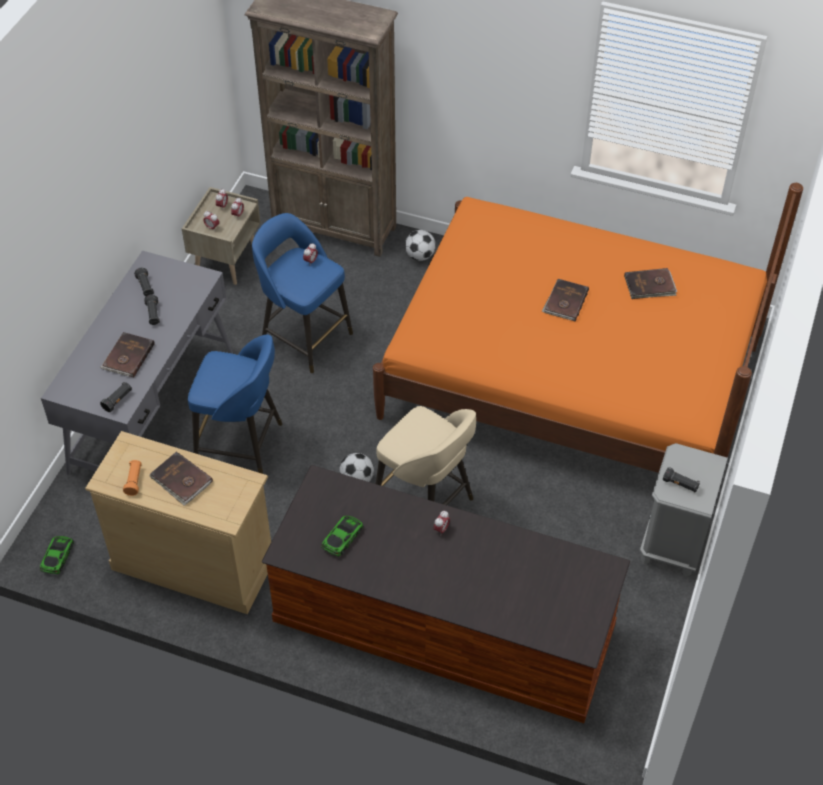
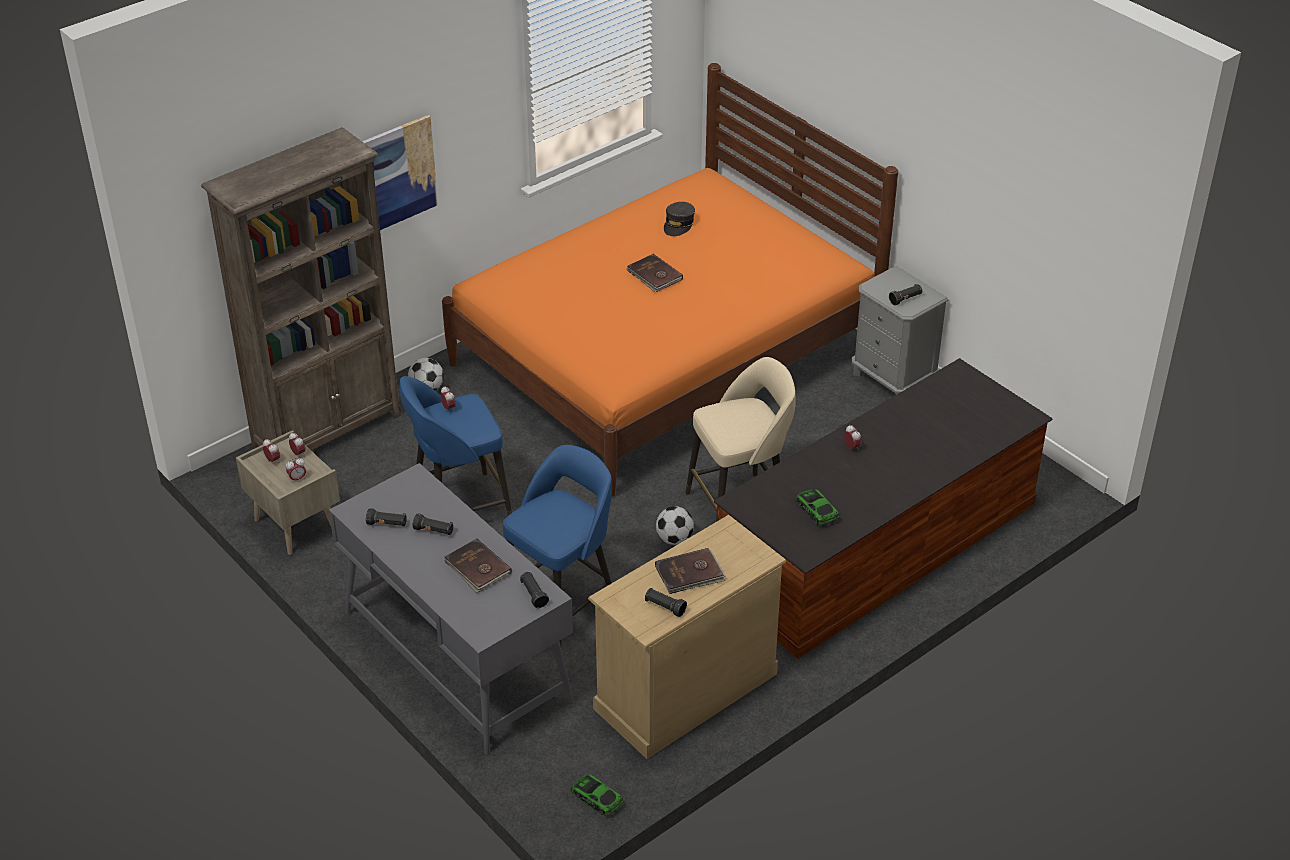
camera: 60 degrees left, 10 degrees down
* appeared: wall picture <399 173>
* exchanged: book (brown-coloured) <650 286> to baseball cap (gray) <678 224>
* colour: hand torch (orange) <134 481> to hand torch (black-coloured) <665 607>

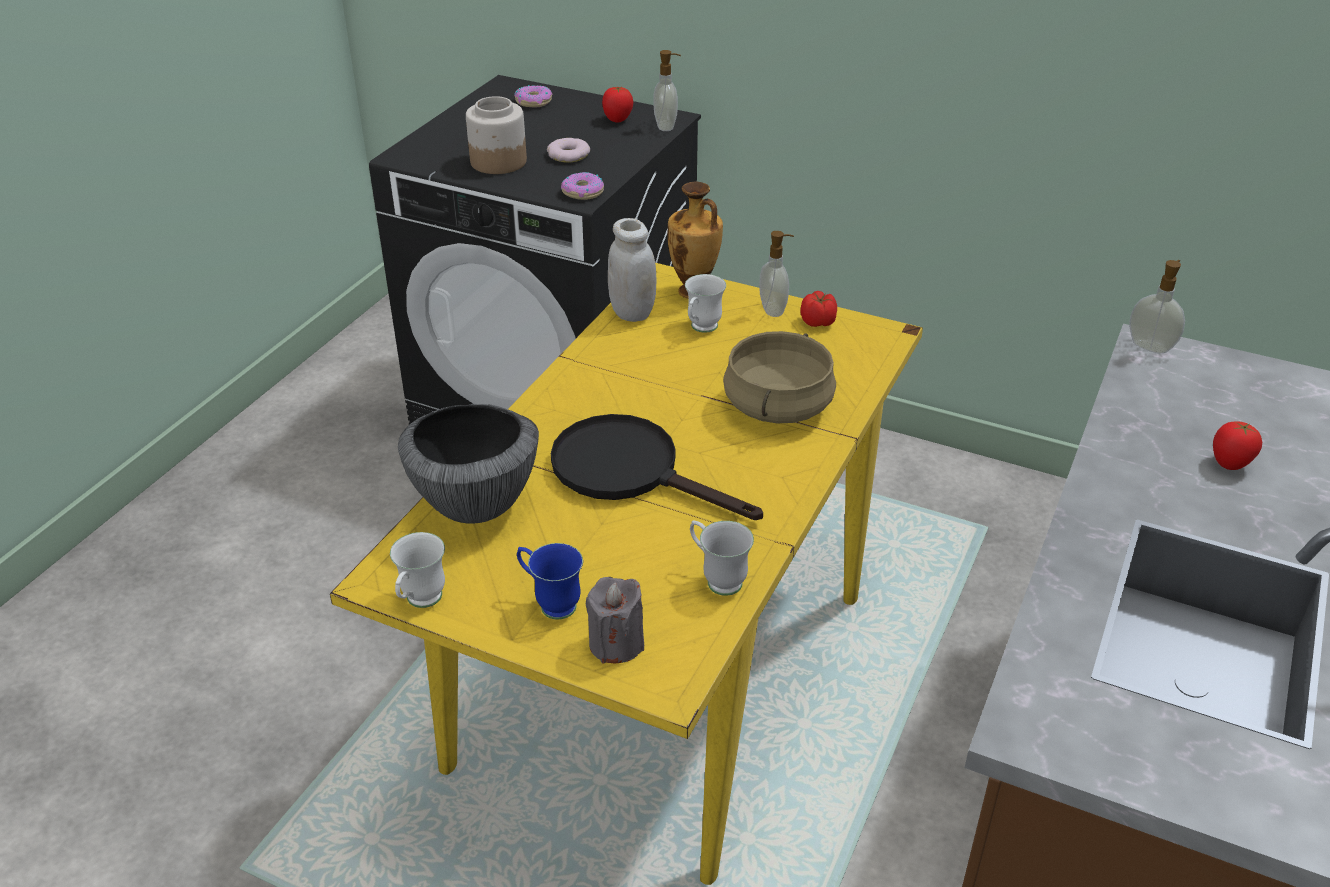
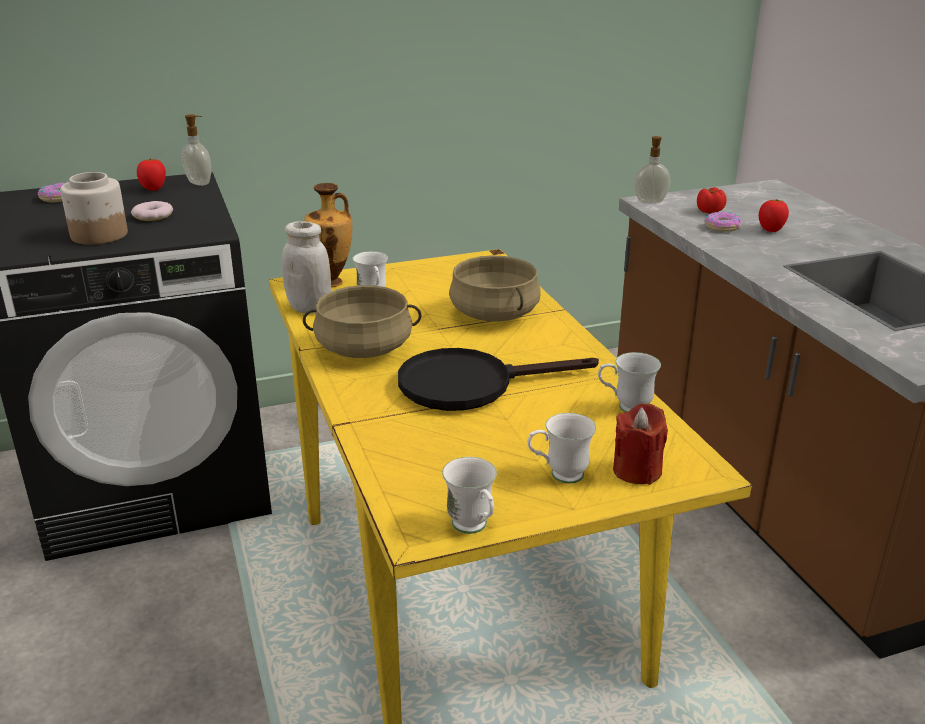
camera: 45 degrees left, 10 degrees down
* missing: serving bowl <476 504>
* missing: soap dispenser <774 310>
* appeared: saucepot (sand-coloured) <363 349>
* relocated: donut <582 192> to <722 227>
* relocated: fresh tomato <818 322> to <710 211>
* colour: tea mug (blue) <550 603> to tea mug (white-coloured) <558 475>
* colour: wax light (gray) <616 643> to wax light (red) <637 470>

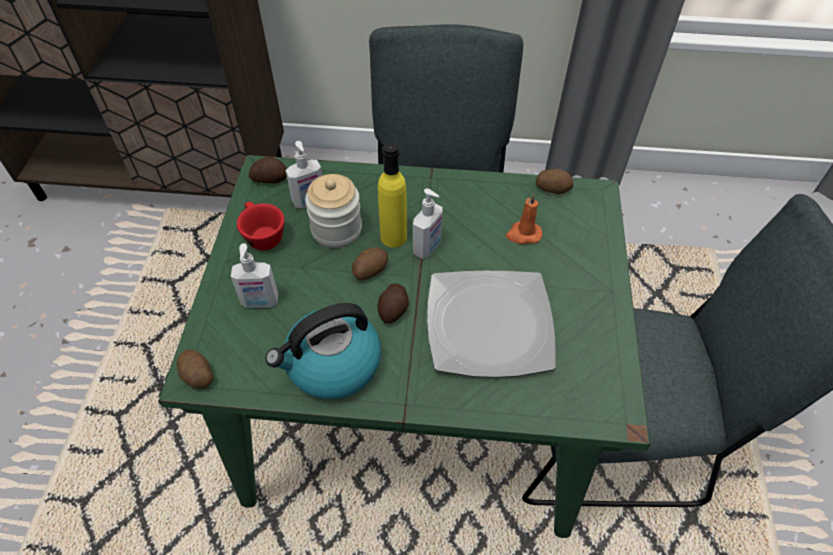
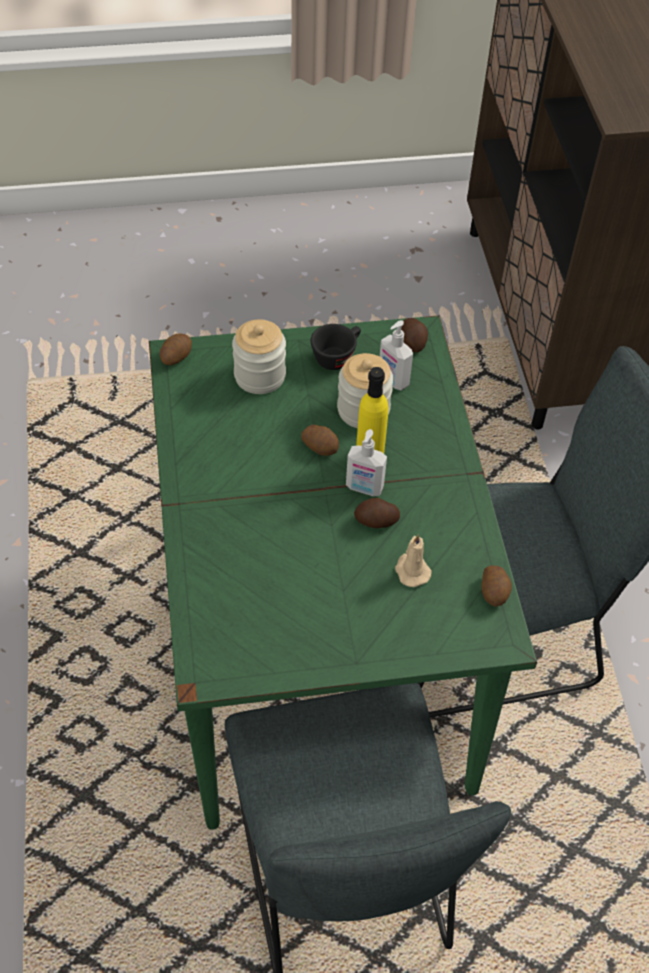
camera: 75 degrees right, 0 degrees up
* missing: kettle <332 365>
* missing: flat dish <490 326>
* relocated: whole potato <394 309> to <376 521>
* exchanged: soap dispenser <260 302> to storage jar <260 376>
* colour: small cup (red) <262 235> to small cup (black-coloured) <337 356>
* colour: wax light (orange) <523 234> to wax light (sand-coloured) <411 570>

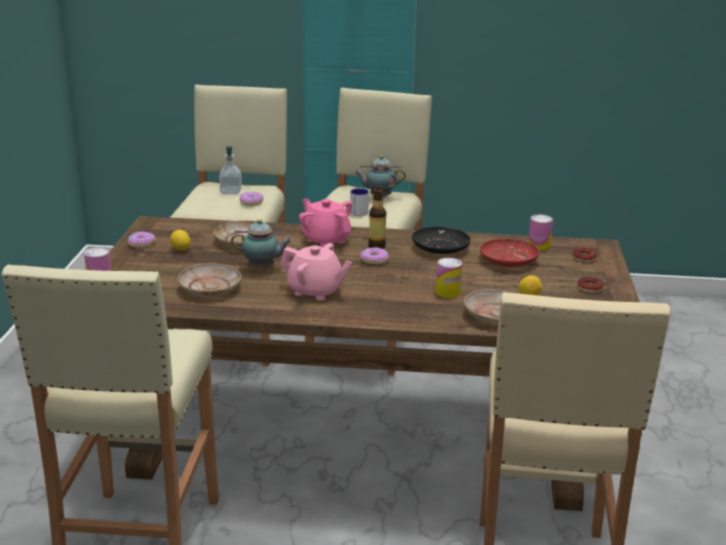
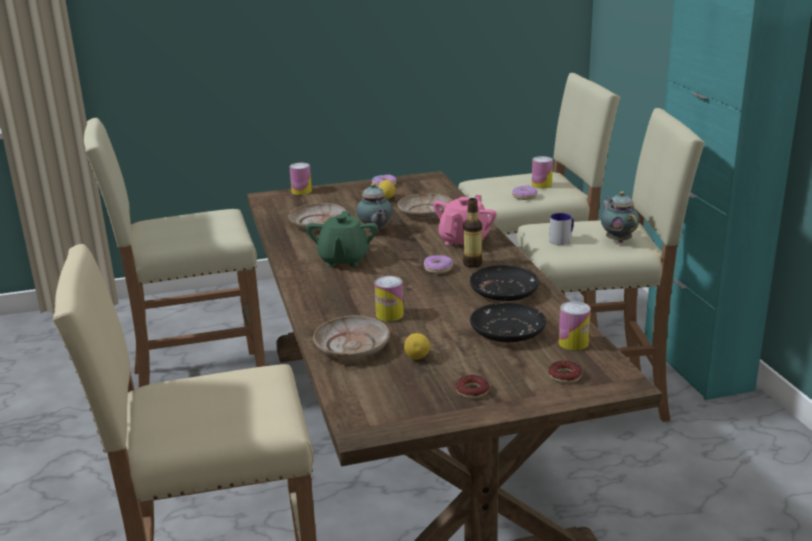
camera: 70 degrees right, 0 degrees up
* exchanged: soap dispenser <231 192> to can <541 185>
* colour: pot for tea (pink-coloured) <315 291> to pot for tea (greenish) <343 260>
* colour: flat dish (red) <508 260> to flat dish (black-coloured) <507 332>

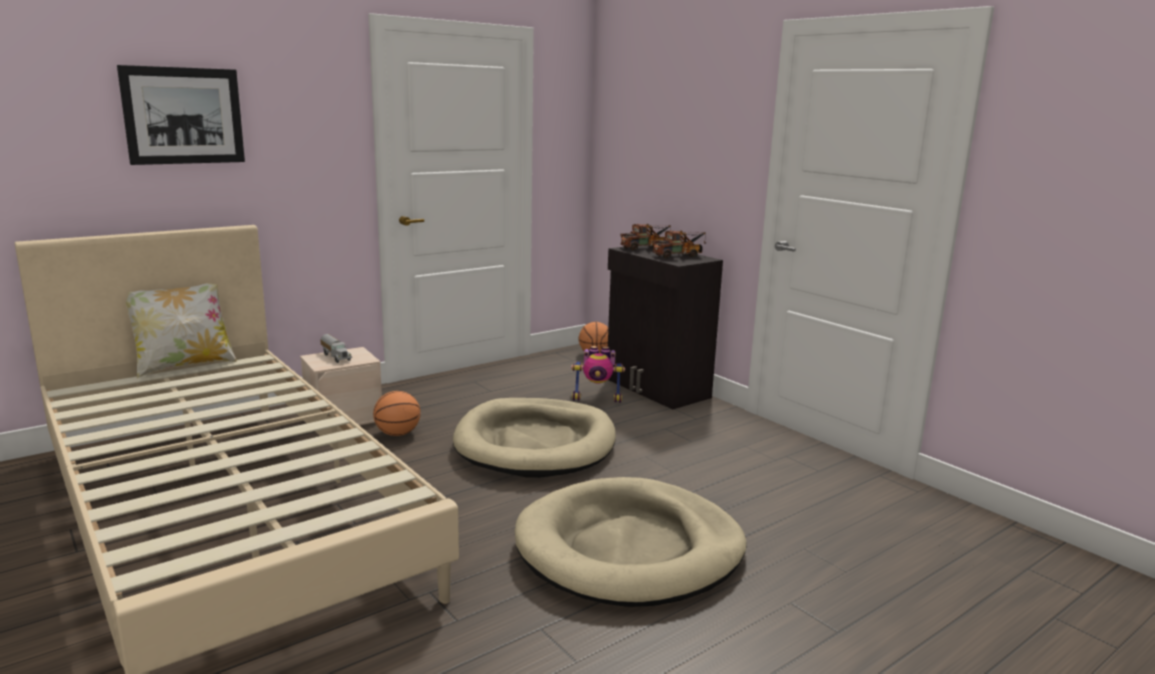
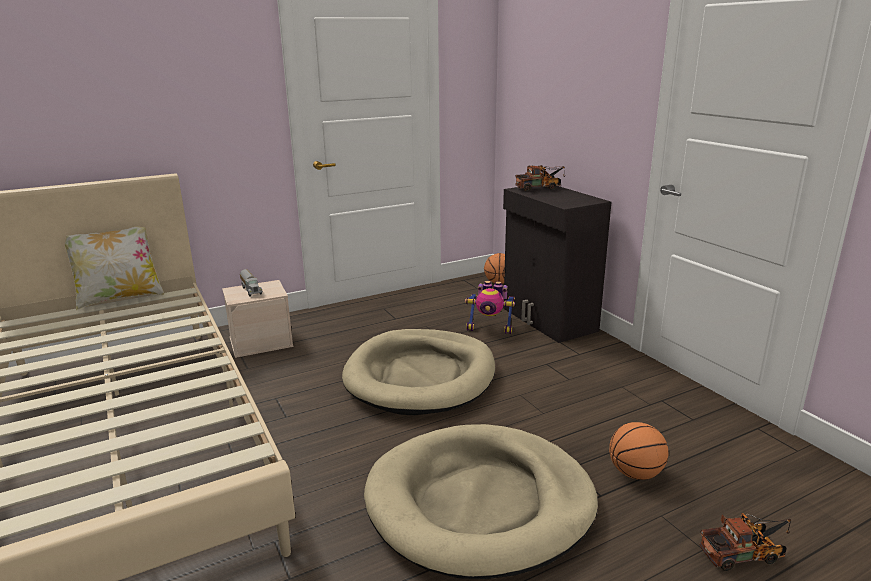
camera: 10 degrees right, 5 degrees up
* missing: wall picture <183 116>
* relocated: basketball <397 434> to <635 473>
* relocated: model truck <680 256> to <745 554>

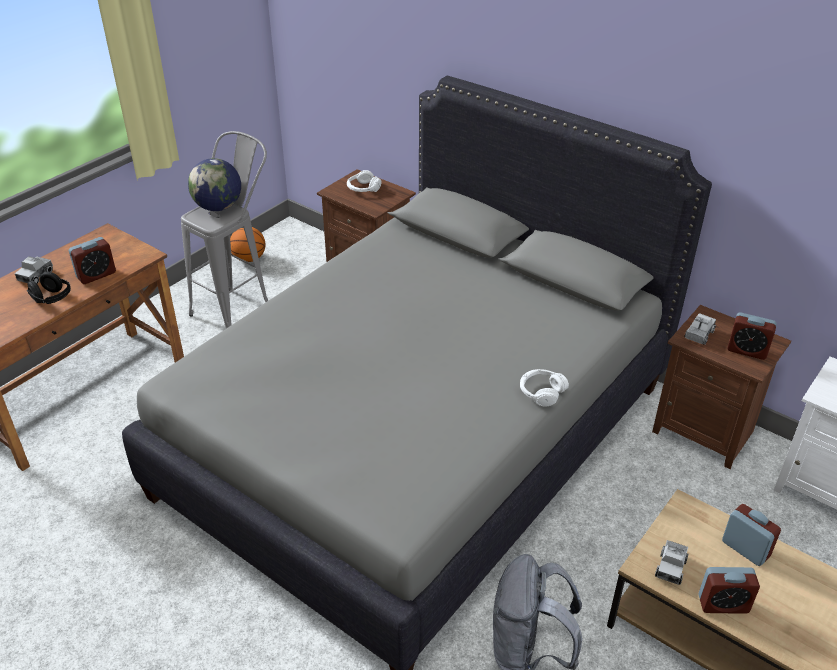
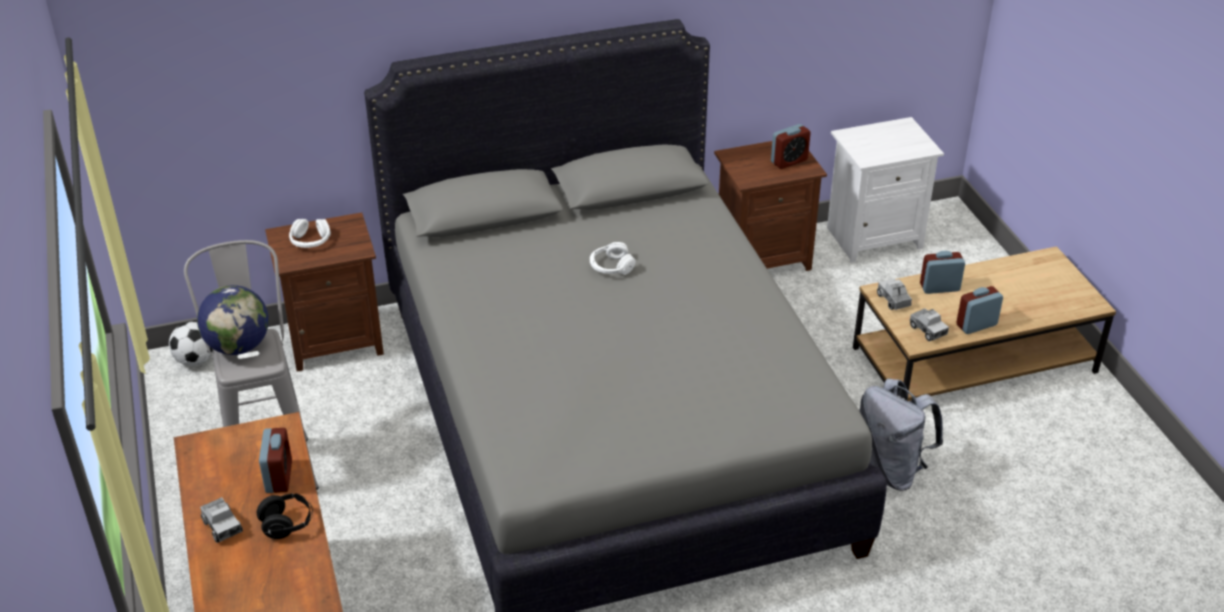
camera: 55 degrees left, 0 degrees up
* missing: basketball <249 259>
* appeared: football ball <195 360>
* relocated: pair of headphones (white-coloured) <541 392> to <611 267>
* relocated: model truck <699 335> to <893 300>
* spun: bedside clock <723 604> = <976 325> 150 degrees counterclockwise

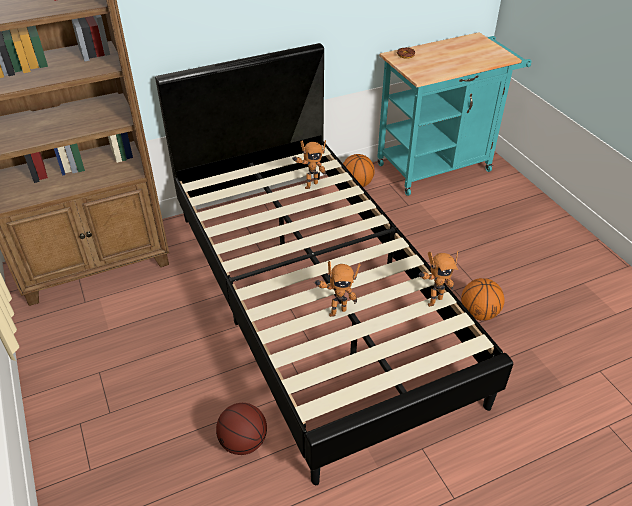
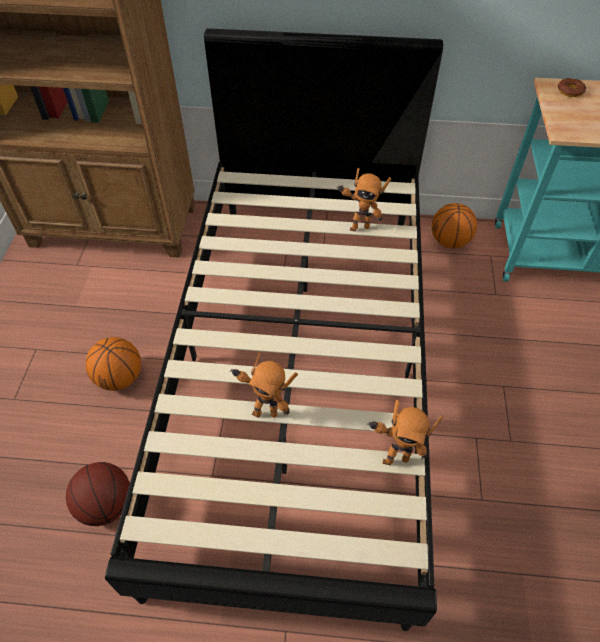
camera: 30 degrees right, 10 degrees up
* relocated: basketball <478 313> to <119 378>

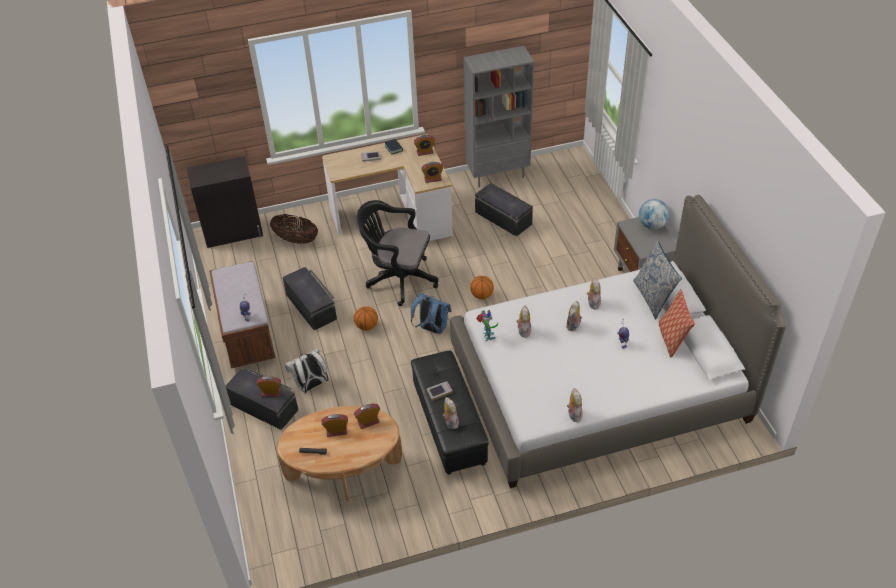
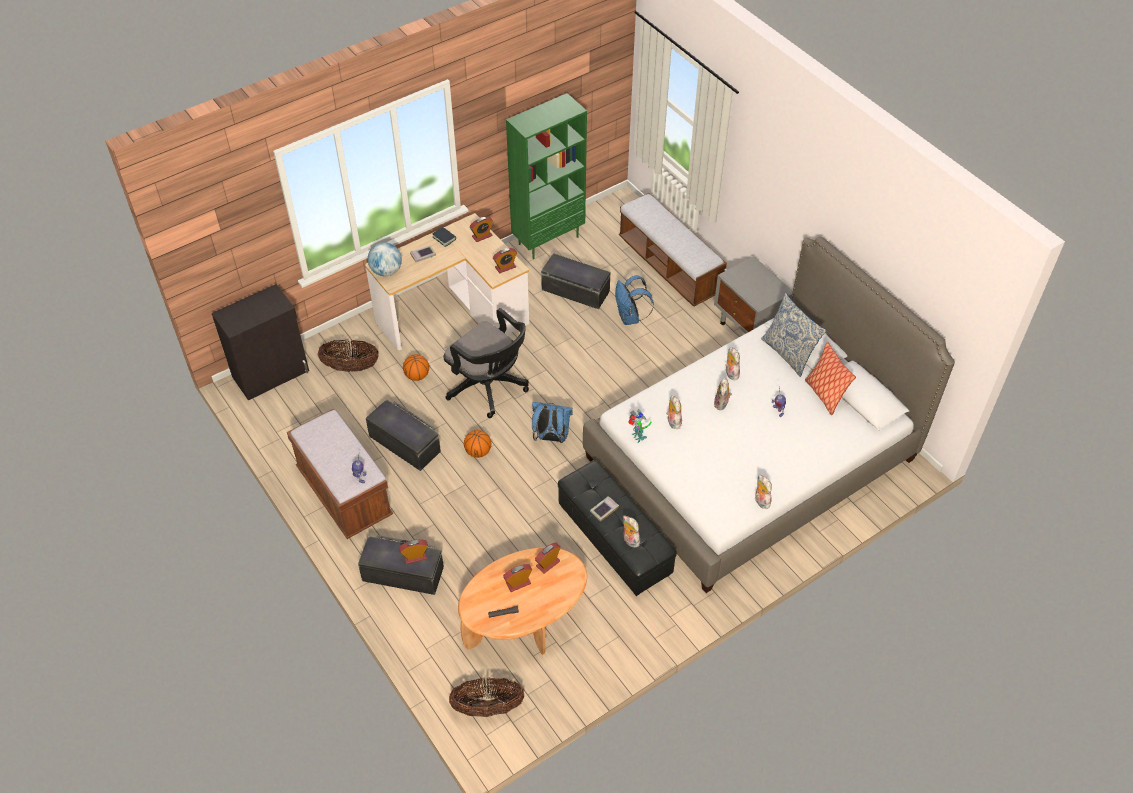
camera: 20 degrees left, 5 degrees up
* missing: rucksack (white-coloured) <311 386>
* appeared: basket <487 707>
* appeared: rucksack (blue) <630 318>
* appeared: bench <669 266>
* relocated: basketball <481 295> to <417 376>
* relocated: globe <652 225> to <386 271>
* colour: bookcase (gray) <498 175> to bookcase (greenish) <548 239>
* spun: office chair (black-coloured) <398 279> = <489 388> 135 degrees counterclockwise

